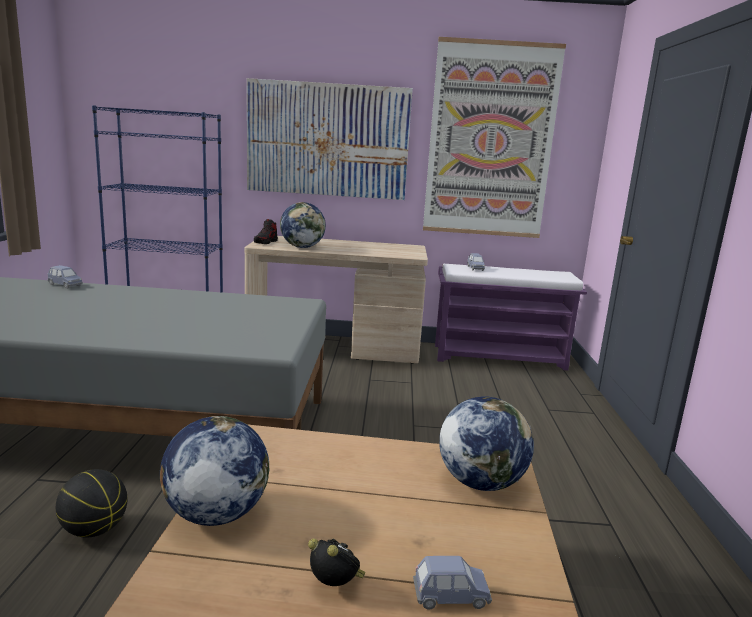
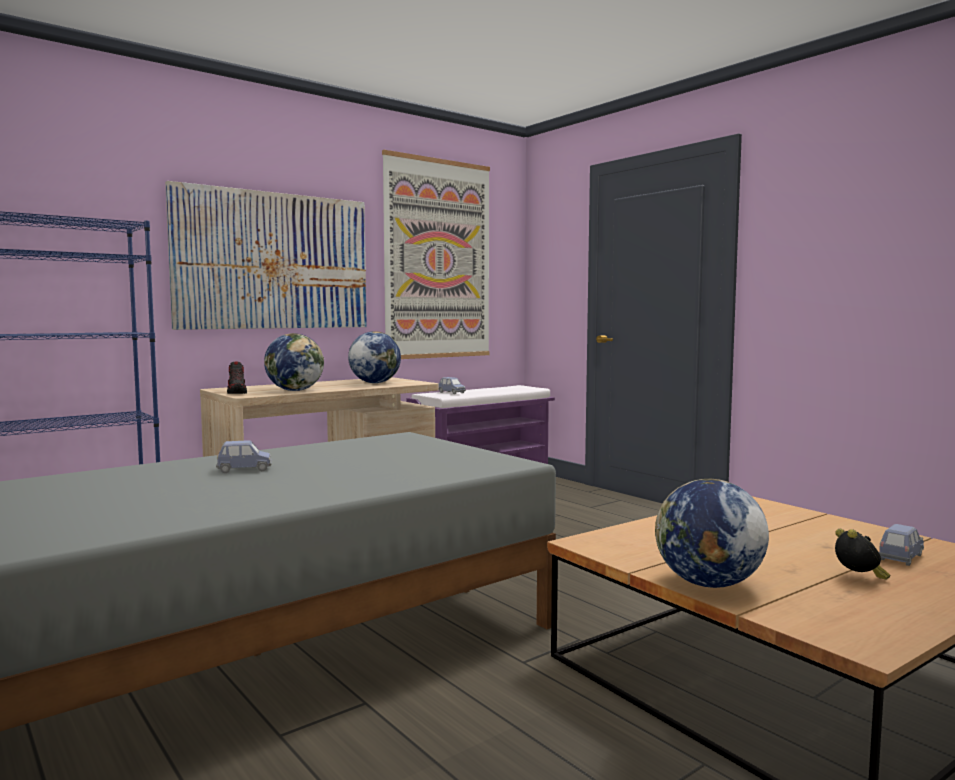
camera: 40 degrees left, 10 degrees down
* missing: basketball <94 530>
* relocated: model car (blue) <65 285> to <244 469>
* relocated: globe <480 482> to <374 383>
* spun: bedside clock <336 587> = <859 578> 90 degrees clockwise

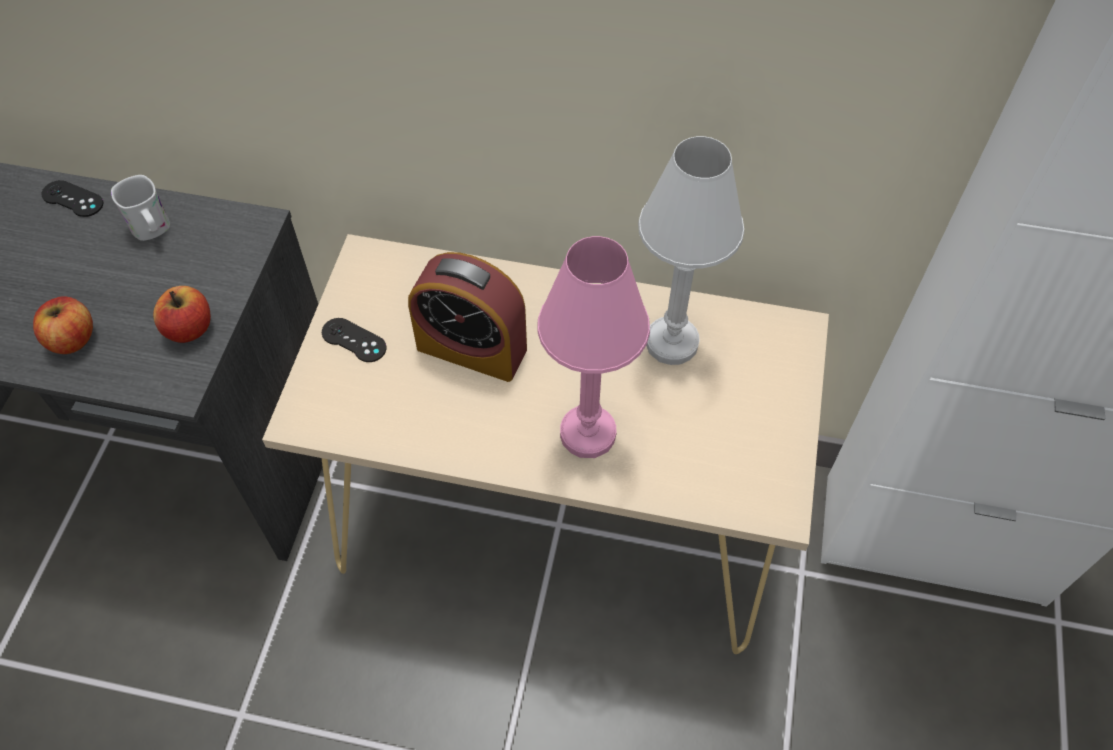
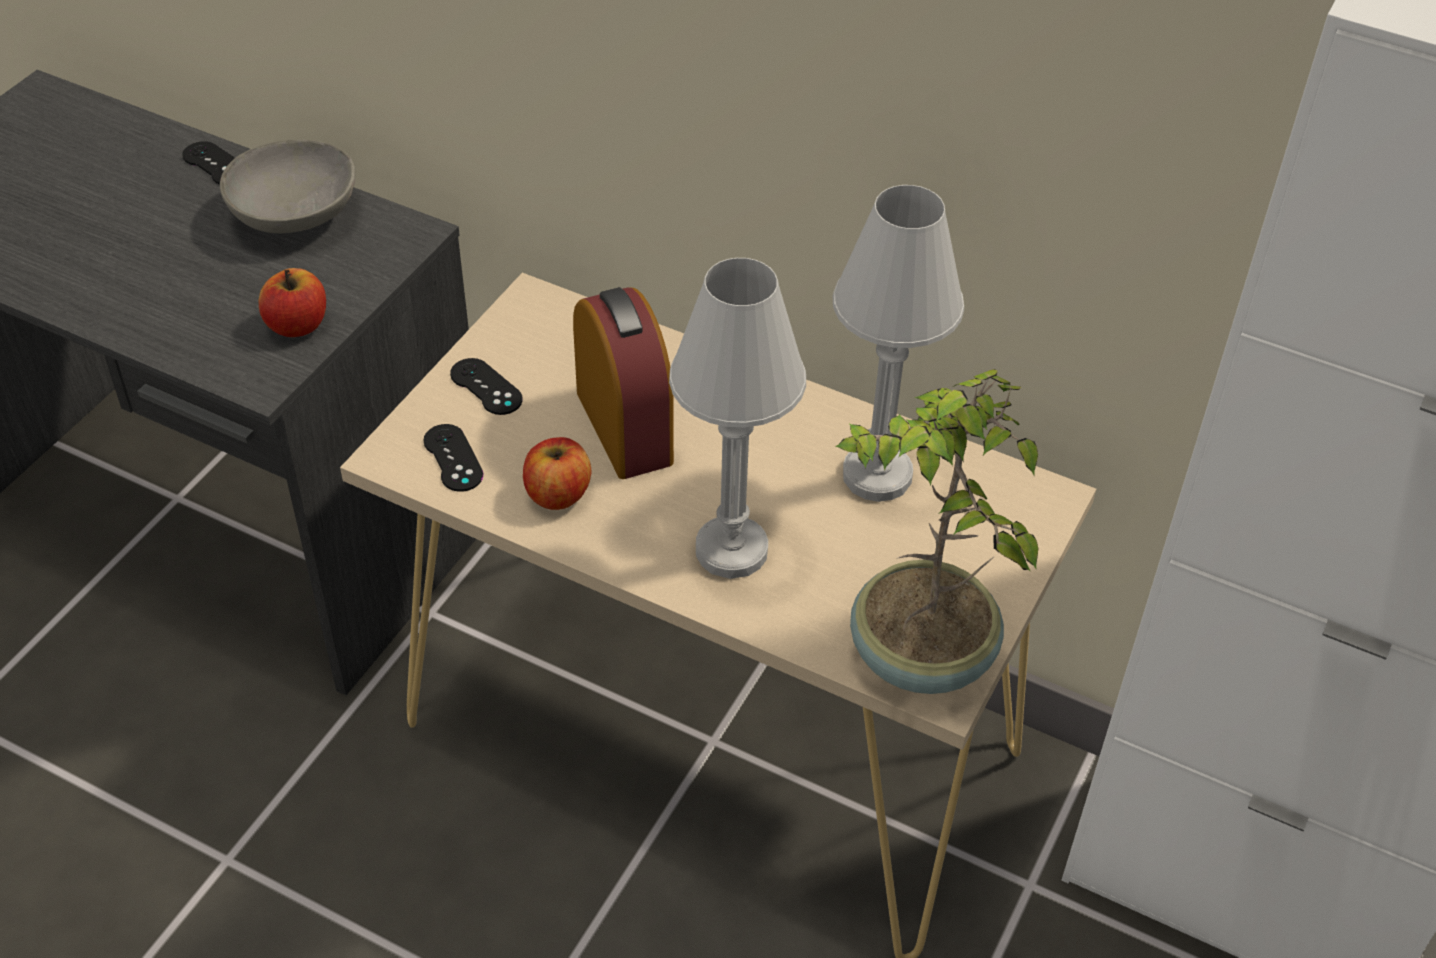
camera: 15 degrees right, 10 degrees down
* appeared: joypad (black-coloured) <453 458>
* appeared: potted plant <919 658>
* relocated: apple <72 339> to <557 494>
* exchanged: tea mug (white-coloured) <153 230> to serving bowl (gray) <293 214>
* colour: tabletop lamp (pink-coloured) <587 433> to tabletop lamp (white-coloured) <731 550>
* spun: bedside clock <471 348> = <624 427> 150 degrees counterclockwise

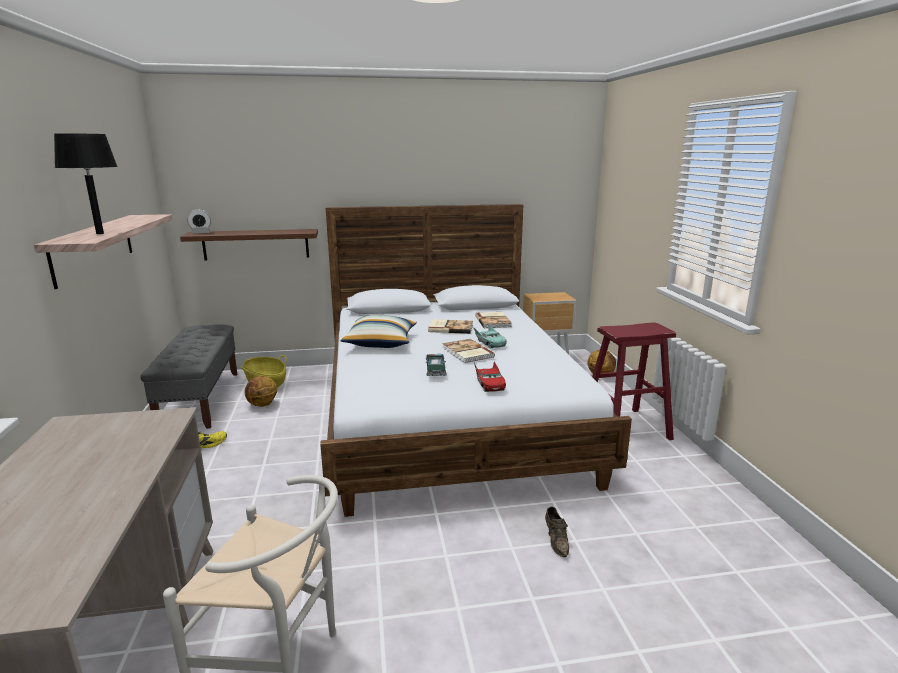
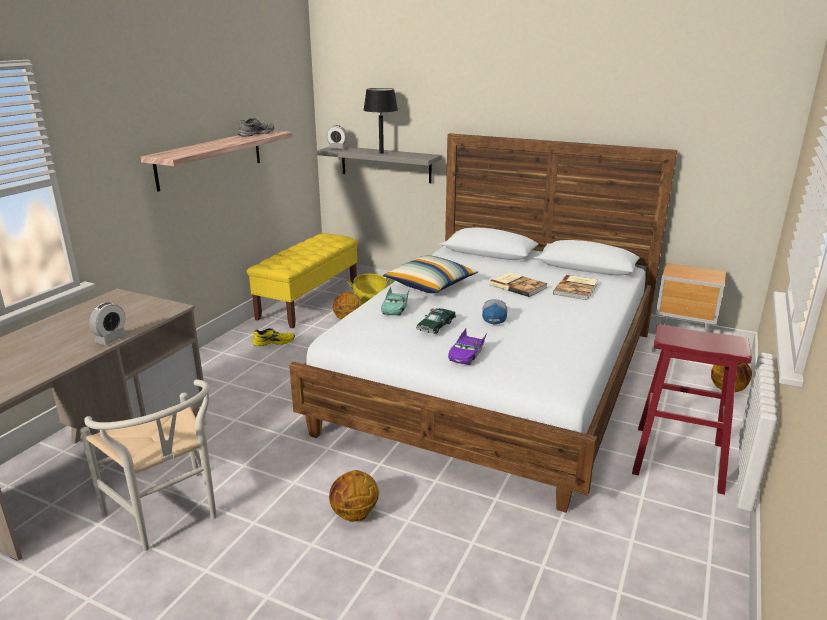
camera: 35 degrees right, 5 degrees up
* missing: low shoe (brown-coloured) <556 541>
* appeared: bedside clock <111 339>
* appeared: low shoe (gray) <255 134>
* appeared: basketball <354 514>
* relocated: tabletop lamp (black-coloured) <100 233> to <381 153>
* relocated: model car (blue-green) <490 343> to <395 308>
* exchanged: book <467 352> to baseball cap <493 316>
* colour: bench (gray) <200 399> to bench (yellow) <309 301>
* colour: shelf (brown-coloured) <256 244> to shelf (gray) <385 164>
* colour: model car (red) <489 384> to model car (purple-coloured) <467 354>

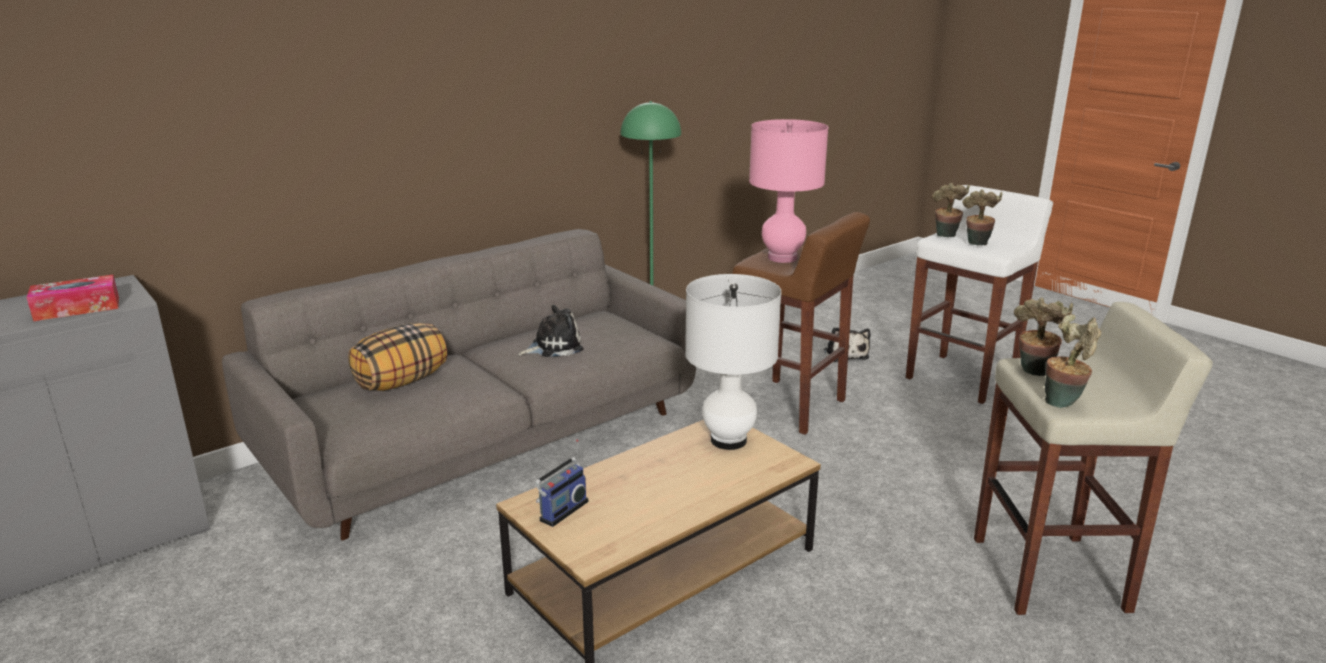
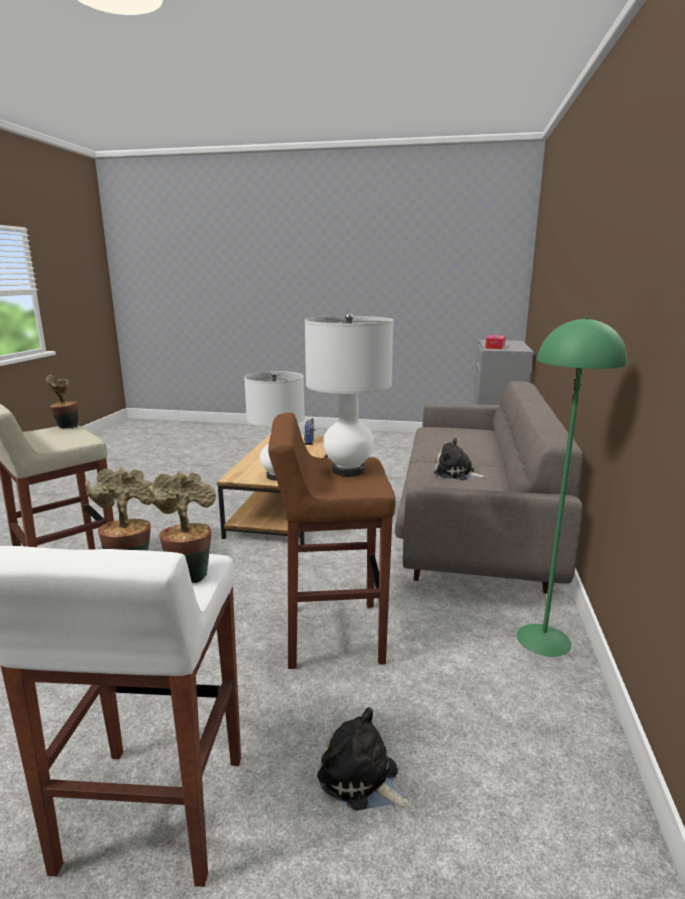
camera: 140 degrees right, 5 degrees down
* missing: cushion <401 381>
* missing: potted plant <1033 373>
* colour: tabletop lamp (pink-coloured) <782 258> to tabletop lamp (white-coloured) <348 470>
* spun: plush toy <554 347> = <456 473> 90 degrees clockwise

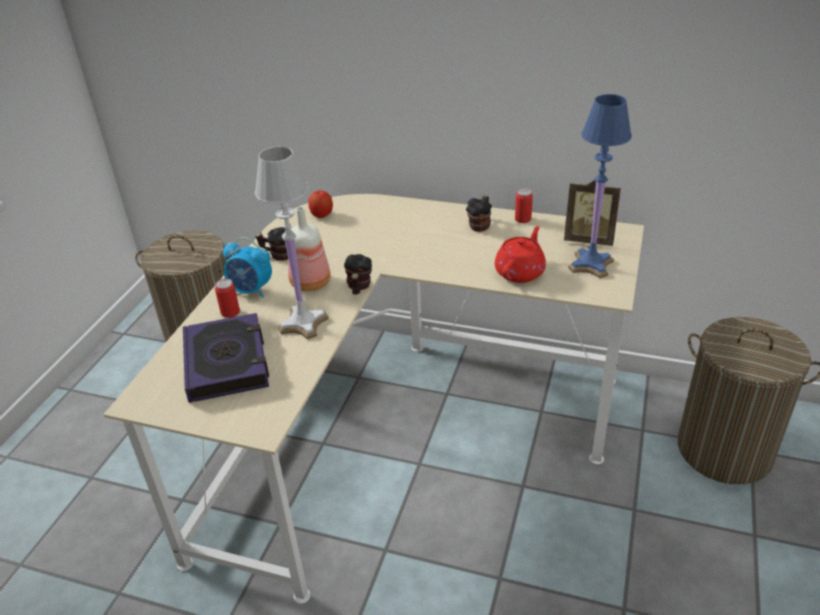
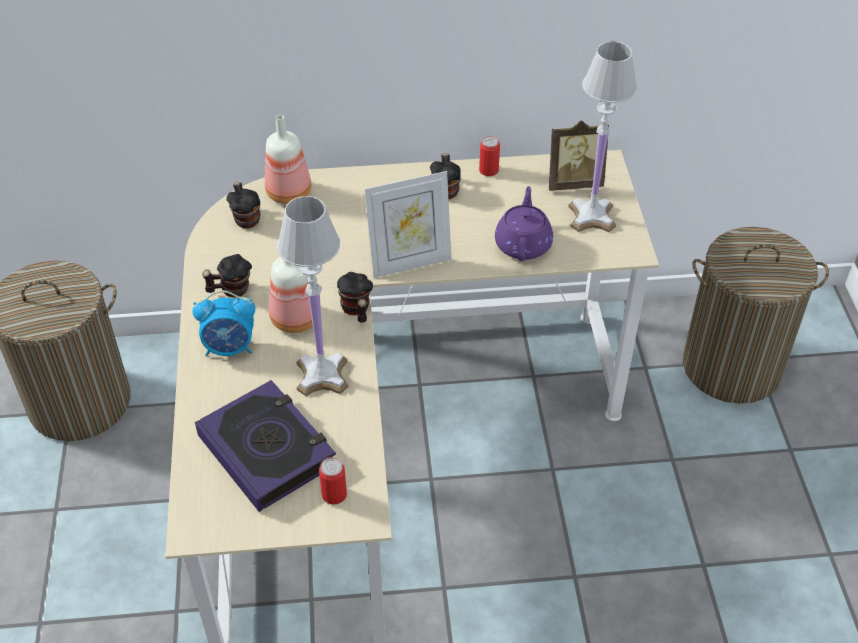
camera: 25 degrees left, 10 degrees up
* appeared: bottle <290 192>
* appeared: photo frame <410 262>
* relocated: can <230 312> to <334 494>
* exchanged: apple <321 215> to tea mug <246 218>
* colour: pot for tea (red) <520 272> to pot for tea (purple-coloured) <523 244>
* colour: tabletop lamp (blue) <591 265> to tabletop lamp (white-coloured) <592 216>

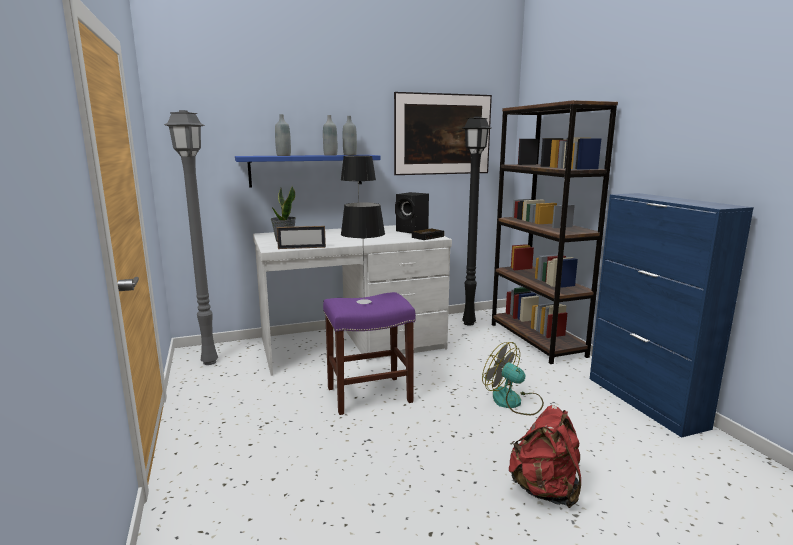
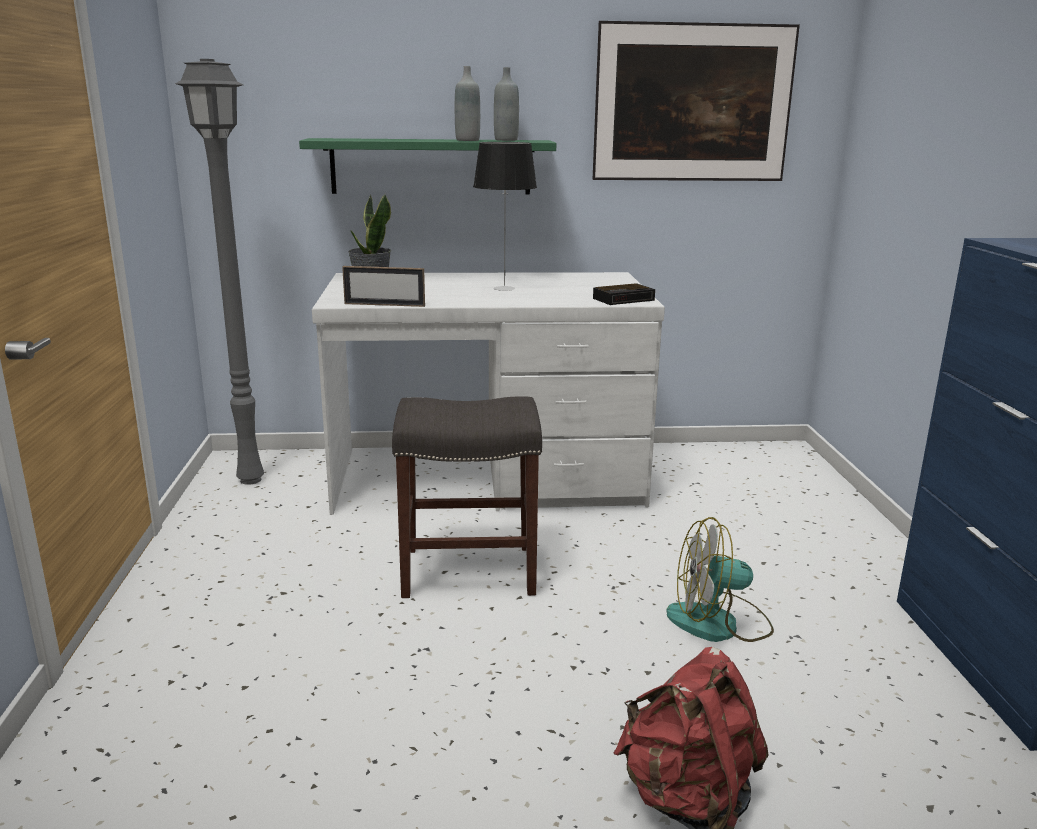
camera: 15 degrees right, 5 degrees up
* missing: bottle (gray) <283 155>
* missing: tabletop lamp <364 301>
* missing: loudspeaker (black-coloured) <412 231>
* missing: floor lamp (black-coloured) <470 323>
* missing: bookcase (brown-coloured) <536 340>
* colour: shelf (blue) <306 170> to shelf (greenish) <431 166>
* colour: stool seat (purple-coloured) <368 395> to stool seat (gray) <466 571>
* spun: electric fan <513 402> = <719 623> 60 degrees counterclockwise

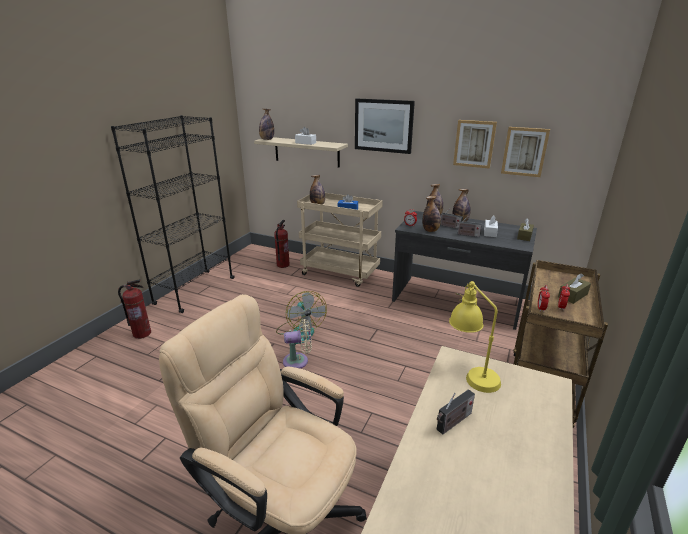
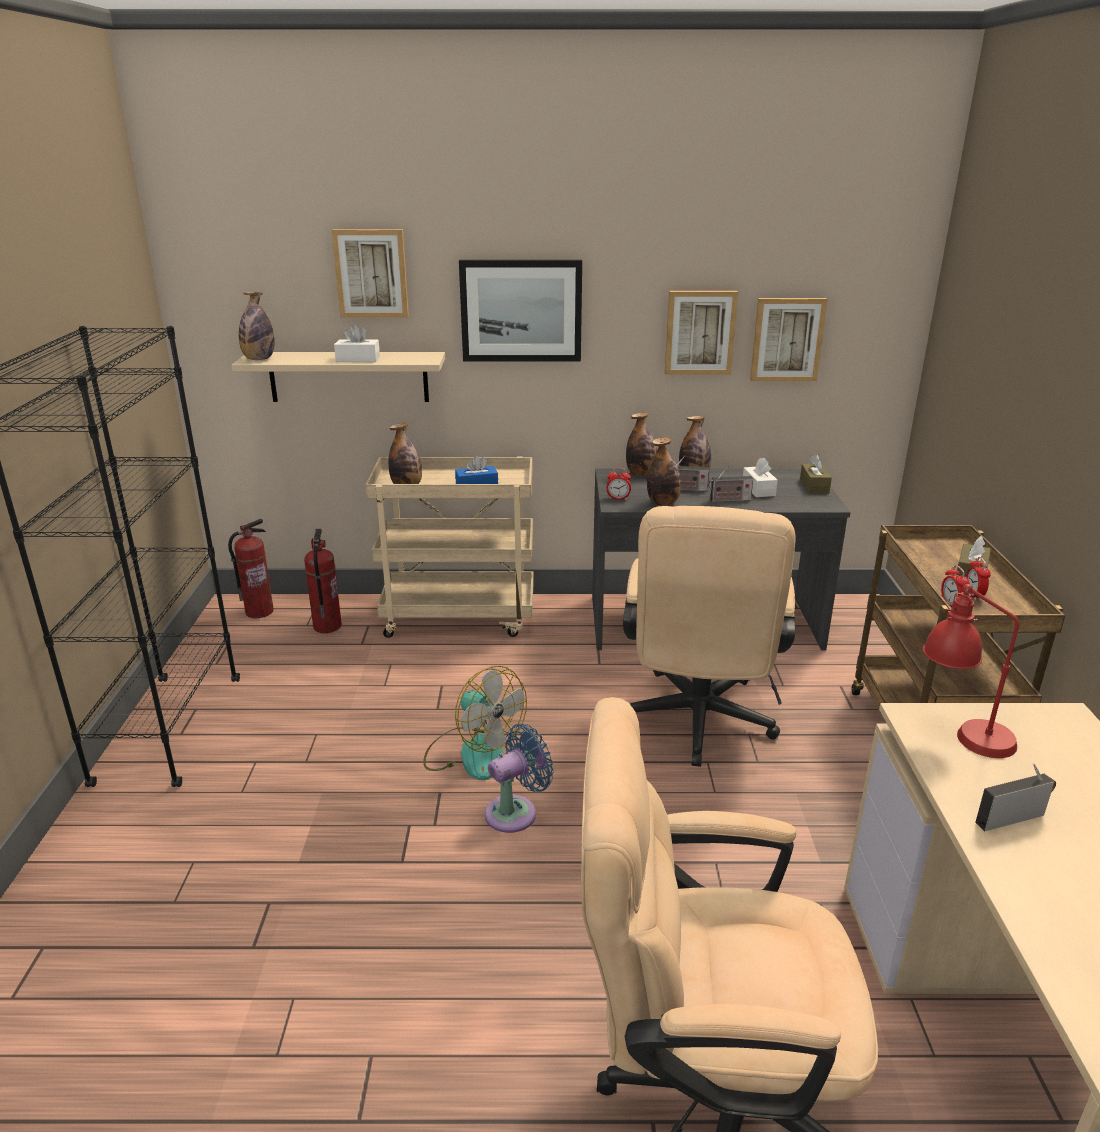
camera: 25 degrees left, 0 degrees up
* appeared: wall picture <371 273>
* appeared: office chair (sand-coloured) <697 725>
* relocated: extinguisher <142 333> to <259 611>
* colour: electric fan (sand-coloured) <298 361> to electric fan (blue) <516 812>
* colour: tabletop lamp (yellow) <470 373> to tabletop lamp (red) <960 734>
* spun: radio set <453 423> = <1012 817> 135 degrees counterclockwise

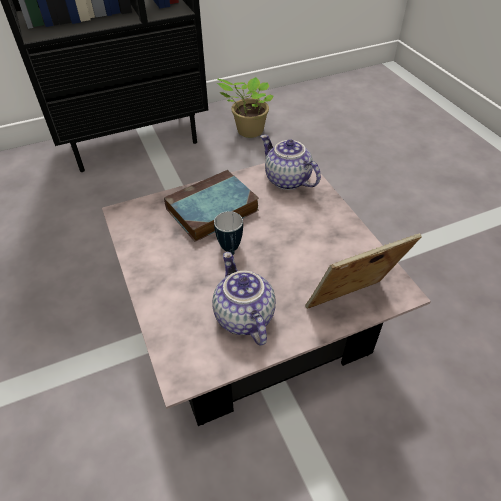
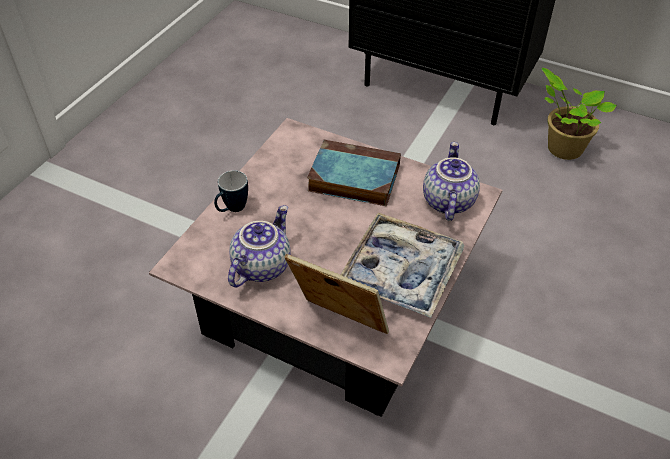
camera: 50 degrees right, 0 degrees up
* appeared: serving tray <401 272>
* relocated: tea mug <231 250> to <232 210>

